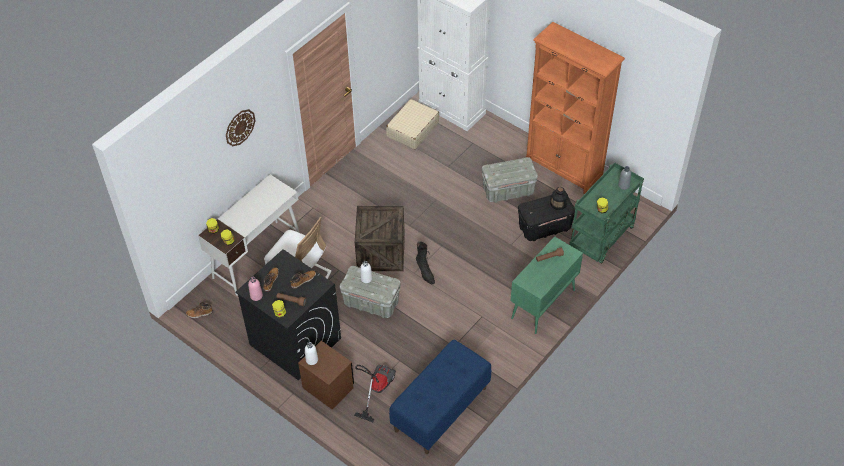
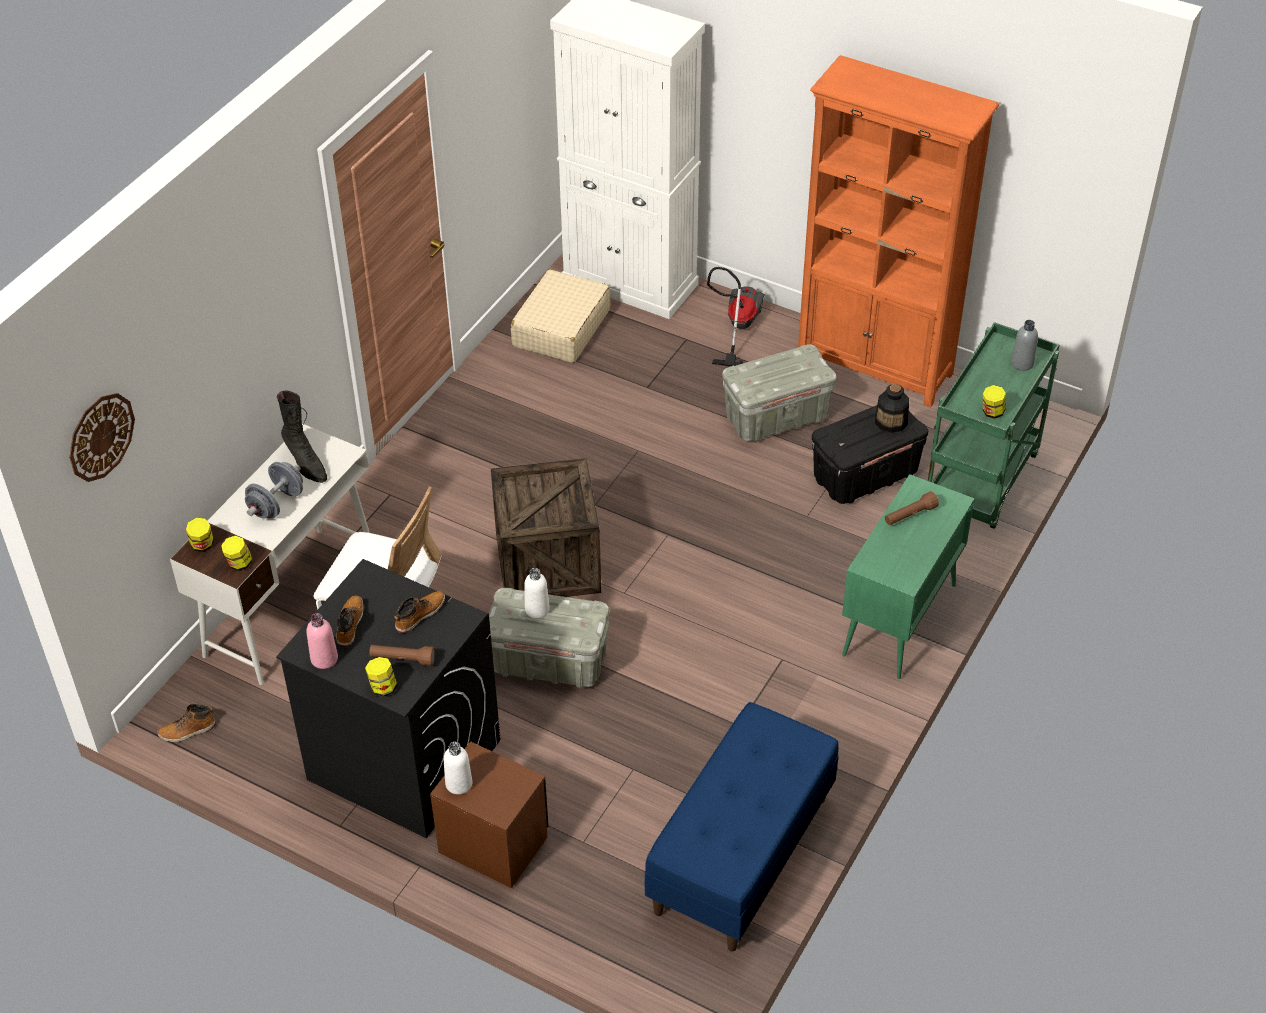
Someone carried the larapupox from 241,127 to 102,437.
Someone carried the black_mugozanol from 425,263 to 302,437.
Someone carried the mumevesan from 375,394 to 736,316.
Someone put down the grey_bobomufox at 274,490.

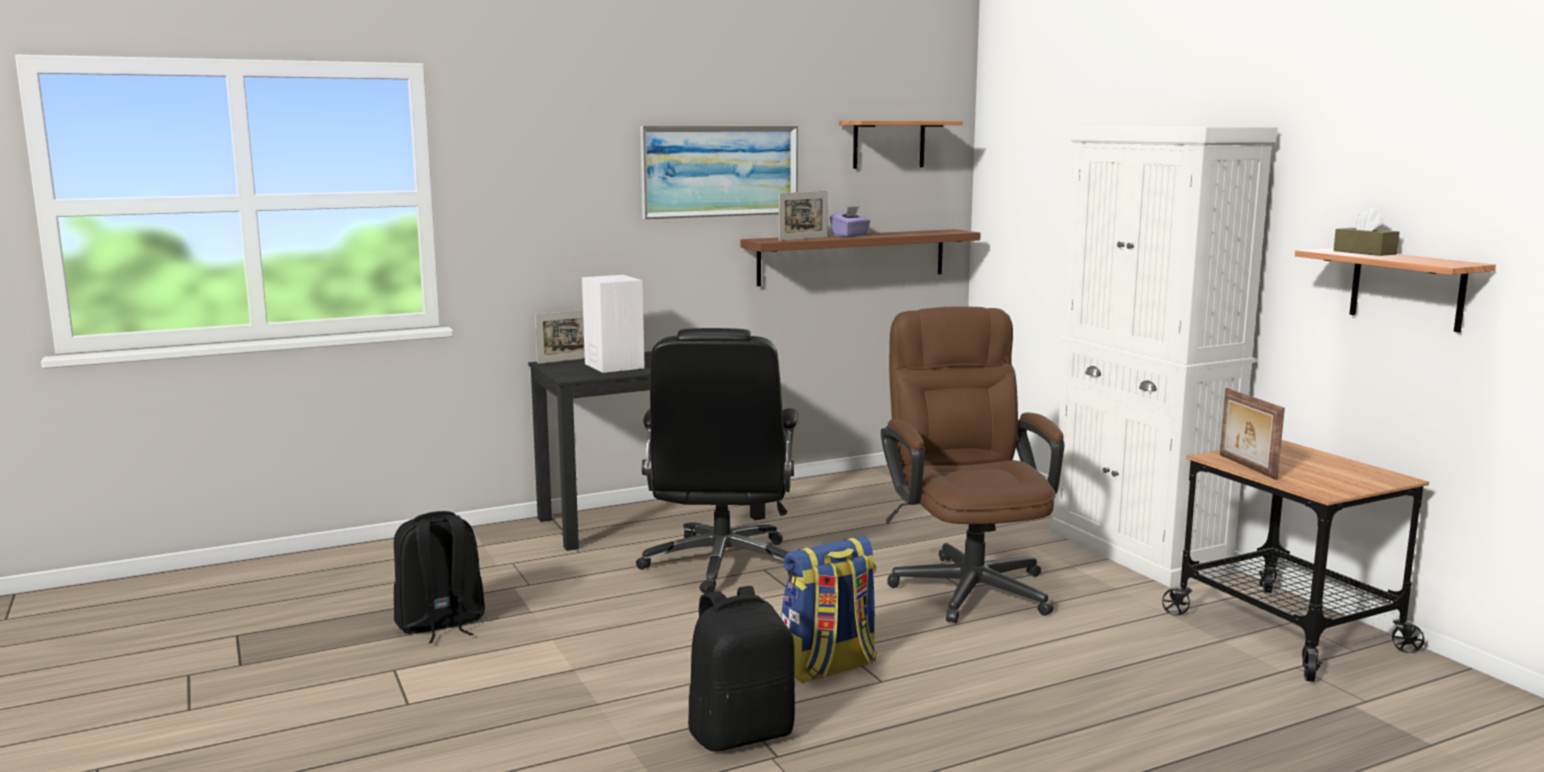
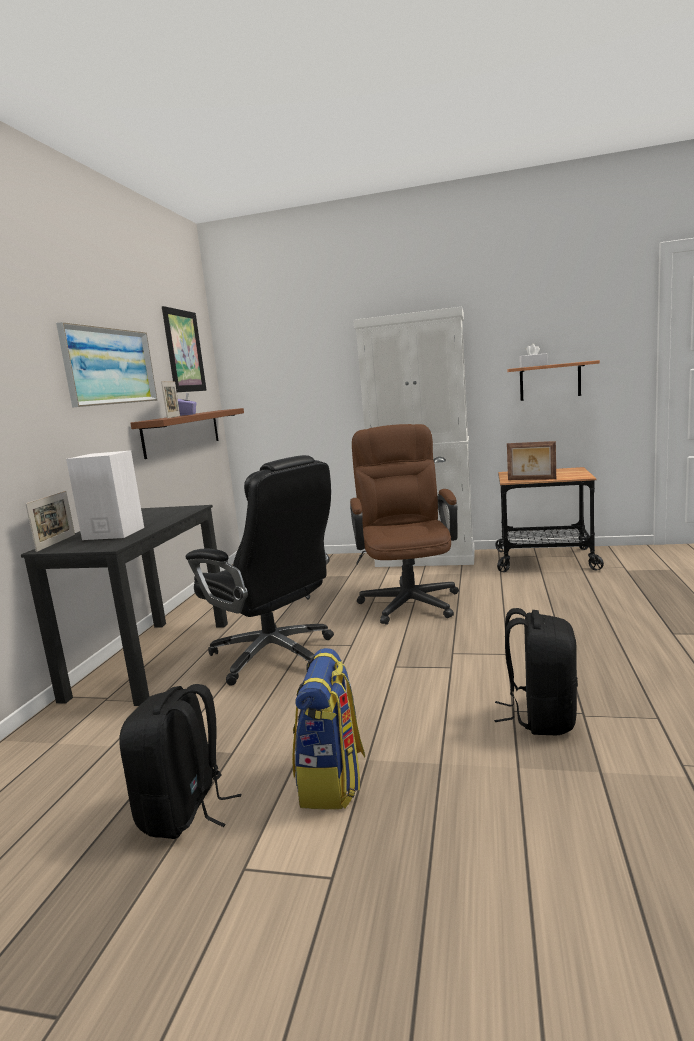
Someone swapped the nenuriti at 901,145 for the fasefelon at 184,349.
Someone repainted the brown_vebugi at 1366,232, which became the white_vebugi at 534,356.
Someone rotated the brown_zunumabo at 972,464 by 60 degrees clockwise.
Someone carried the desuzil from 828,609 to 328,728.

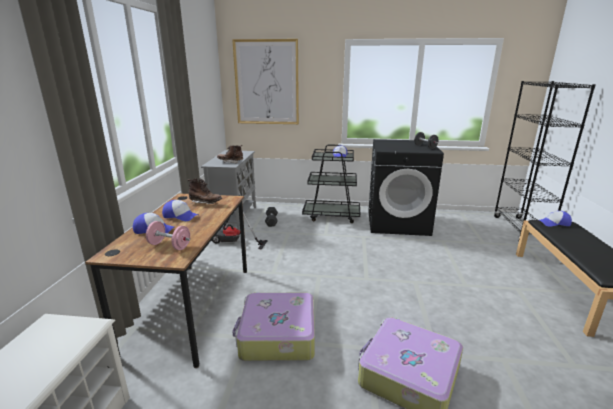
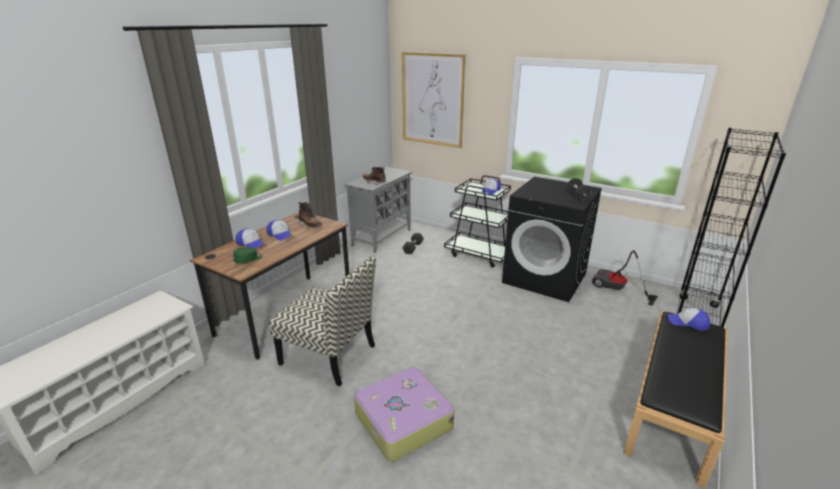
Someone carried the mumevesan from 239,231 to 625,278.
Someone swapped the pink_bobomufox at 168,235 for the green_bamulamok at 247,255.
Someone swapped the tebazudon at 273,327 for the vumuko at 322,321.

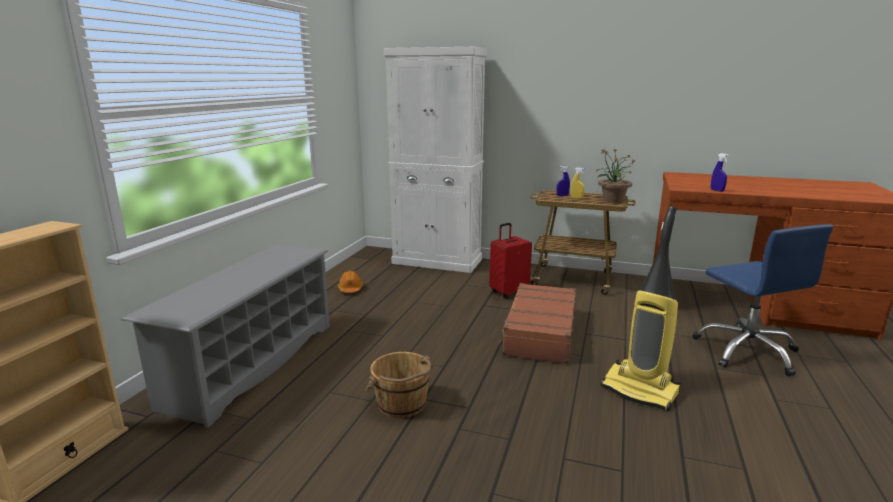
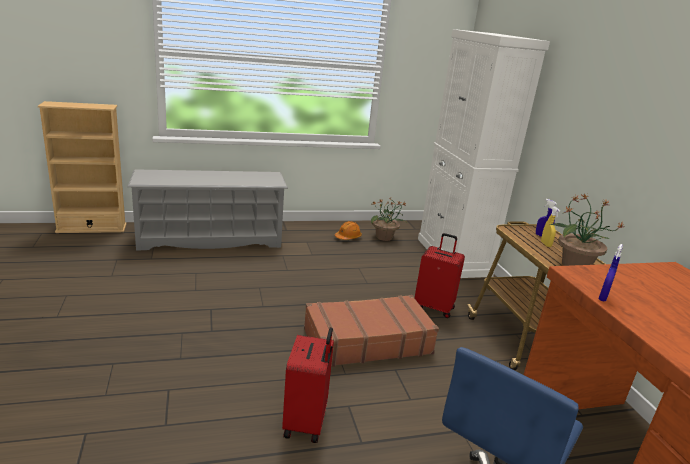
Someone swapped the mumevesan at 641,308 for the red_tebazudon at 308,385.
Someone took away the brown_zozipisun at 399,385.
Someone put down the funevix at 389,219.

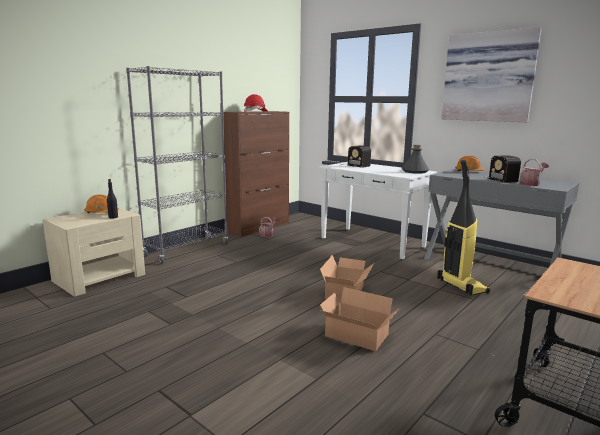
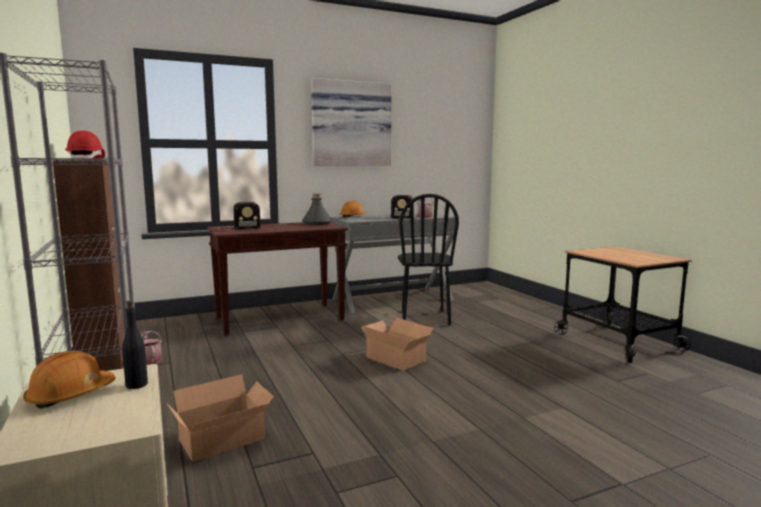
Someone swapped the mumevesan at 463,228 for the black_vumuko at 428,260.
Someone repainted the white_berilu at 378,211, which became the brown_berilu at 277,279.
Someone carried the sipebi from 359,319 to 220,418.

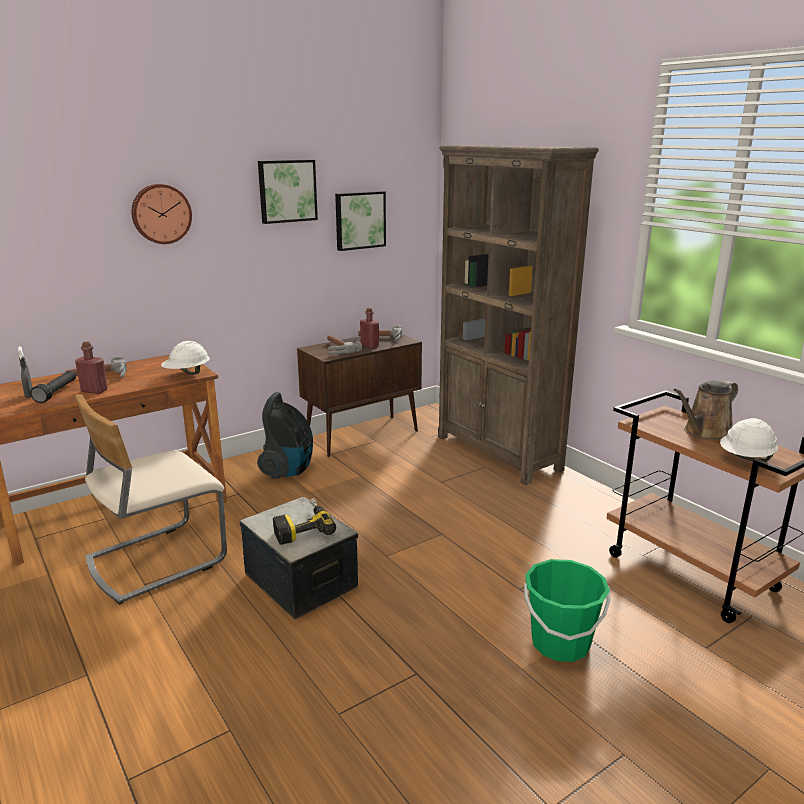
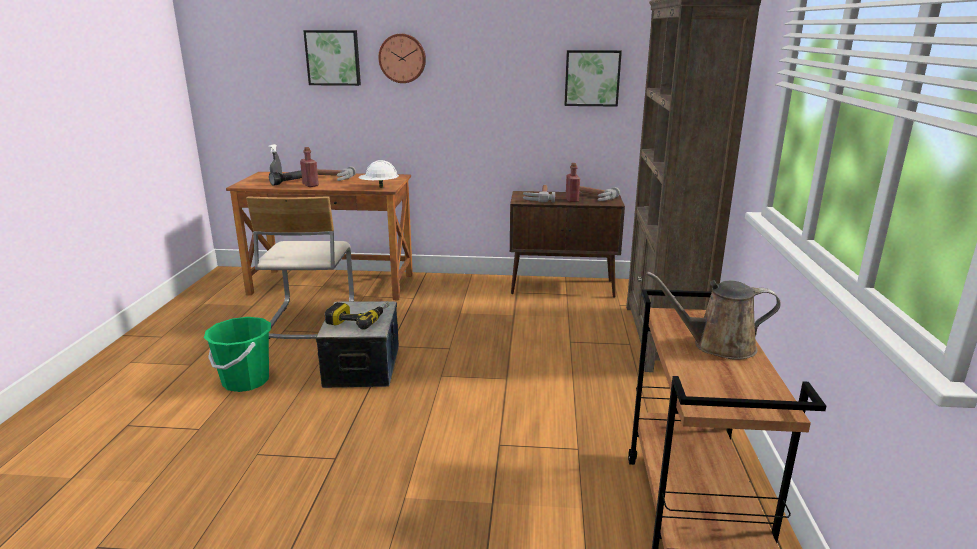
Someone carried the fasefelon from 288,192 to 332,58.
Someone took away the mumevesan at 285,435.
Someone rotated the beige_vumuko at 151,499 by 90 degrees counterclockwise.
Someone took away the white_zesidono at 749,440.
Someone carried the green_zozipisun from 567,610 to 237,354.

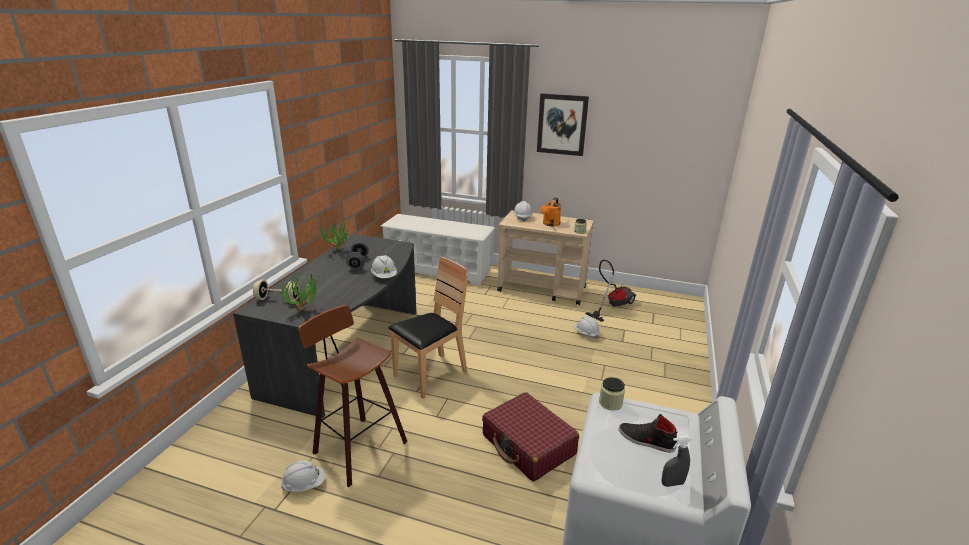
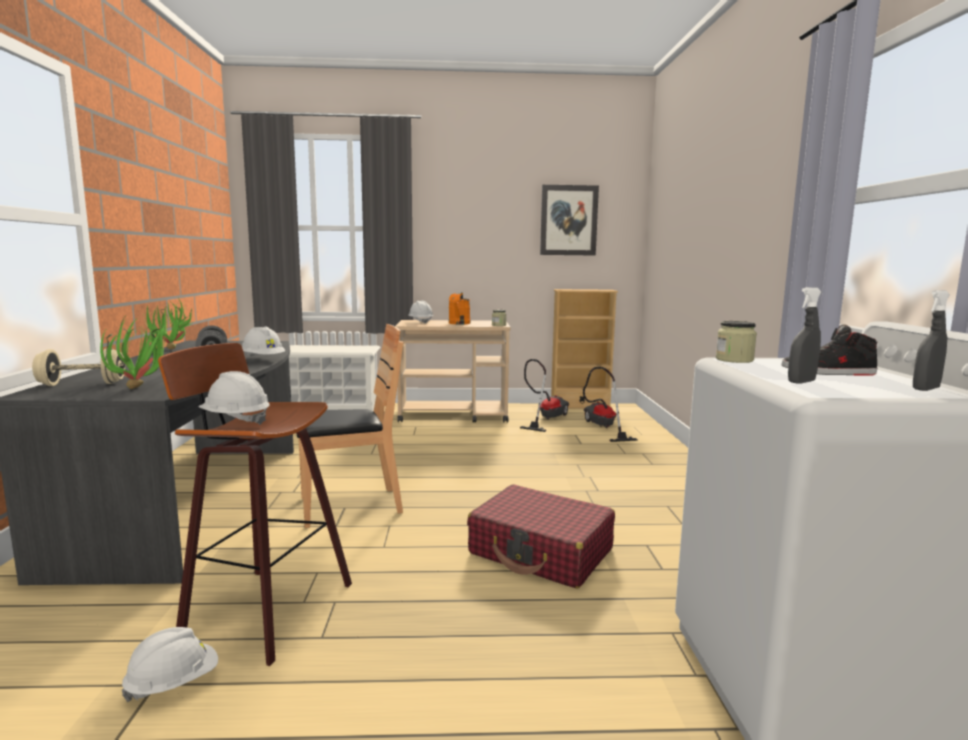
Someone carried the fasefelon from 563,124 to 569,220.
Someone rotated the brown_vumuko at 428,328 by 45 degrees clockwise.
Someone carried the white_zesidono from 586,327 to 234,398.
Someone put down the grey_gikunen at 804,335.
Someone put down the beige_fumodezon at 584,349.
Someone put down the mumevesan at 610,404.

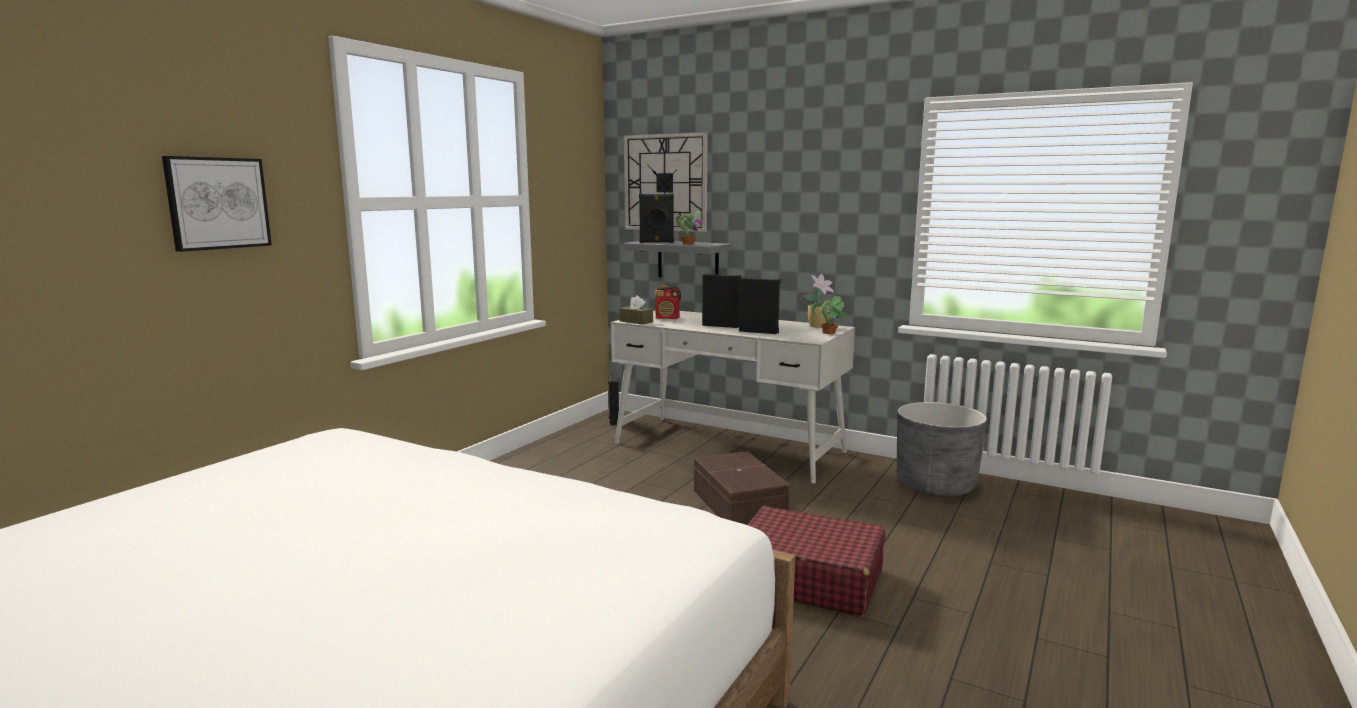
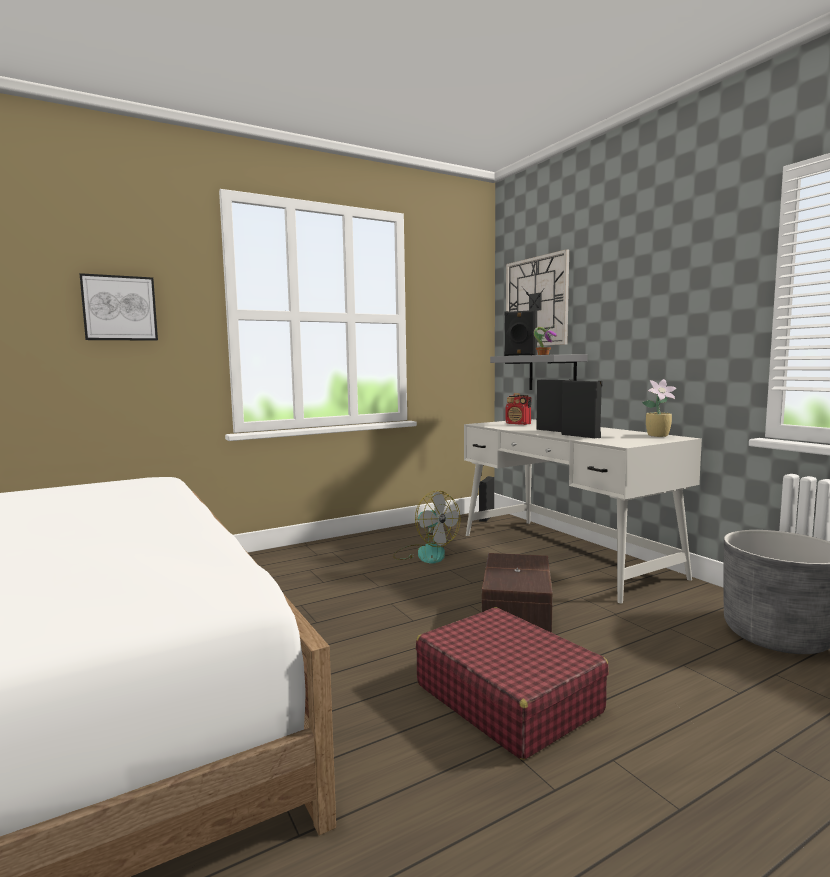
Someone took away the brown_vebugi at 636,309.
Someone took away the funevix at 829,315.
Someone put down the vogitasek at 426,526.

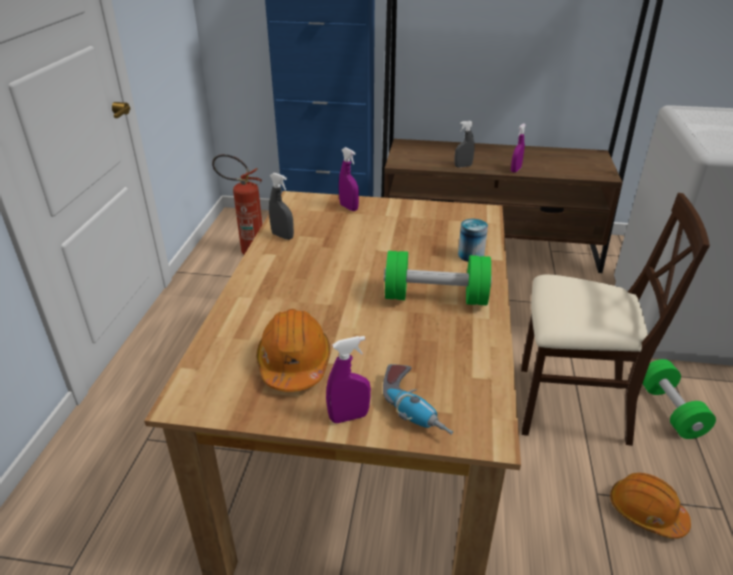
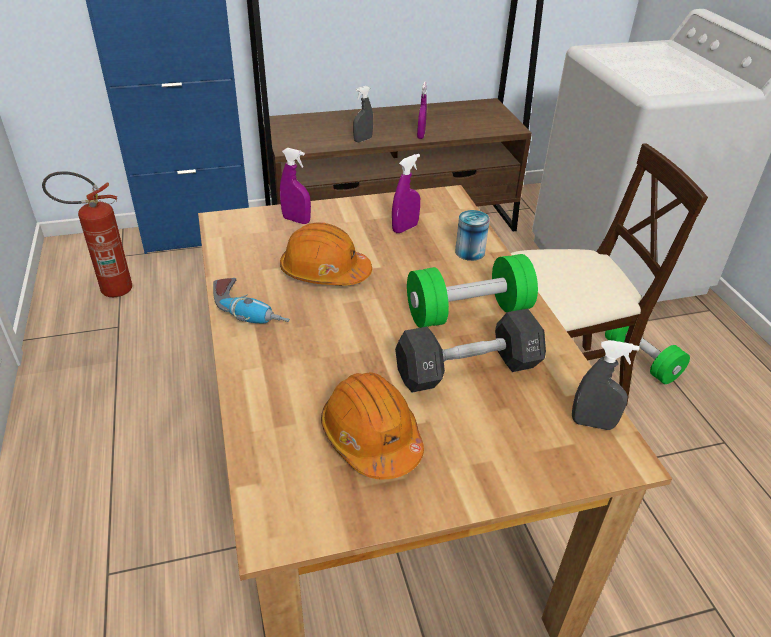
Someone carried the grey_gikunen from 281,206 to 605,385.
Someone carried the purple_gikunen from 348,379 to 406,193.
Someone carried the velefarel from 418,399 to 251,300.
Someone carried the orange_zesidono from 650,506 to 326,254.
Someone put down the black_bobomufox at 470,351.

